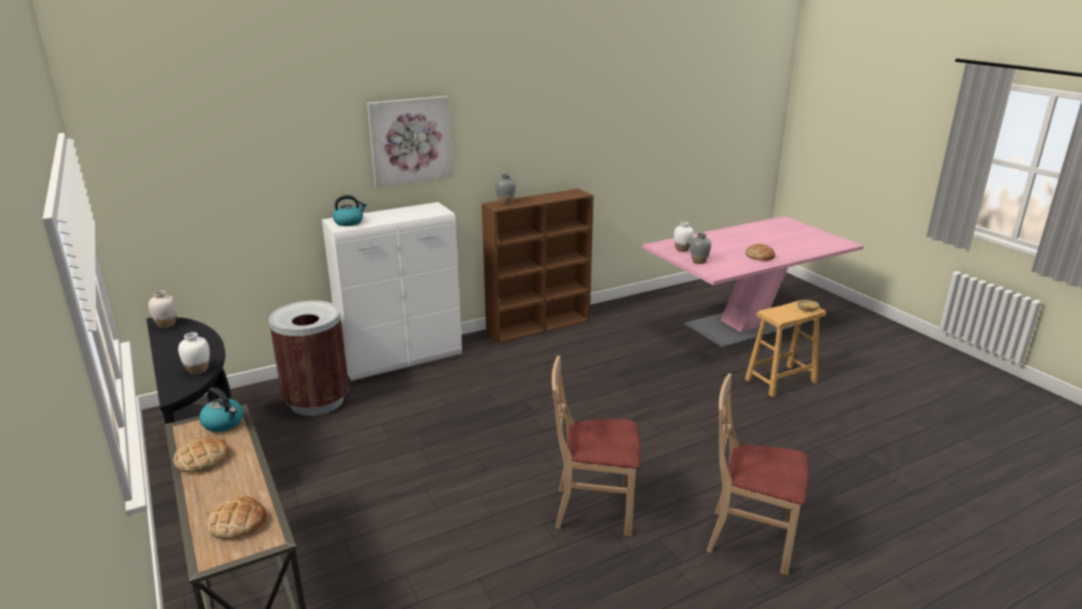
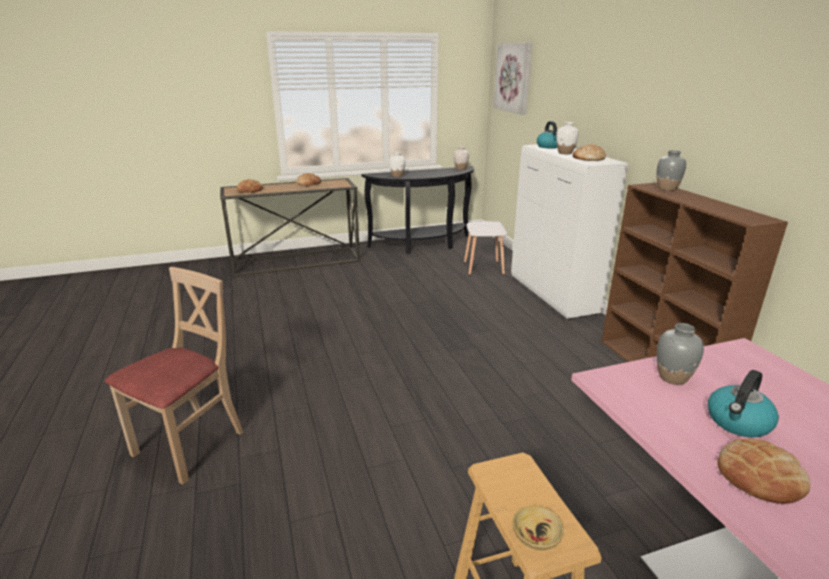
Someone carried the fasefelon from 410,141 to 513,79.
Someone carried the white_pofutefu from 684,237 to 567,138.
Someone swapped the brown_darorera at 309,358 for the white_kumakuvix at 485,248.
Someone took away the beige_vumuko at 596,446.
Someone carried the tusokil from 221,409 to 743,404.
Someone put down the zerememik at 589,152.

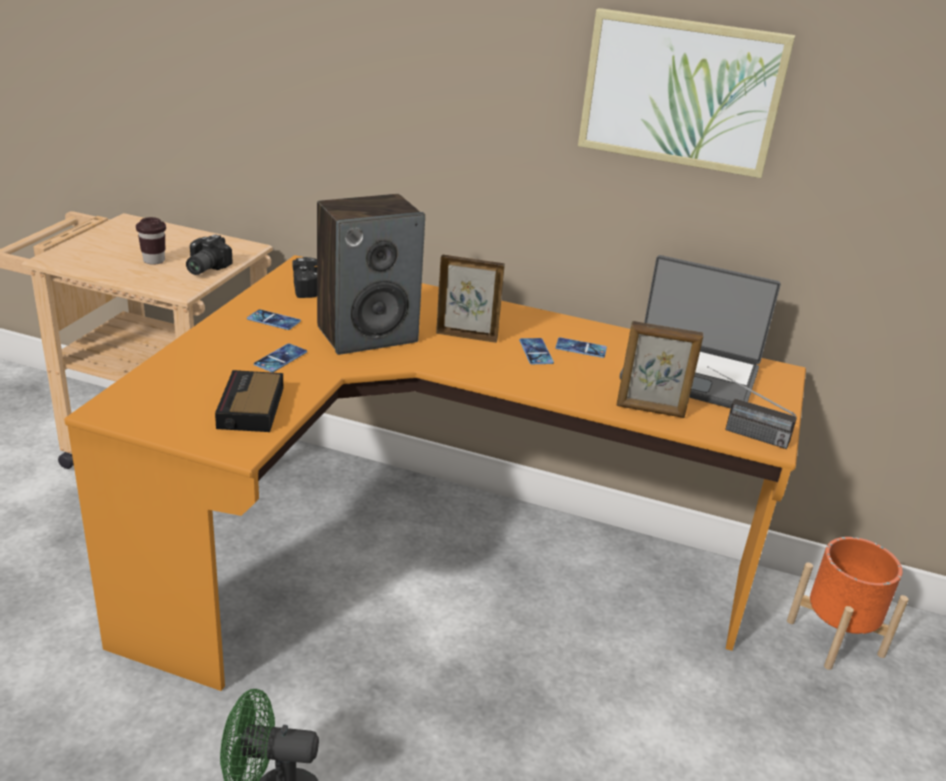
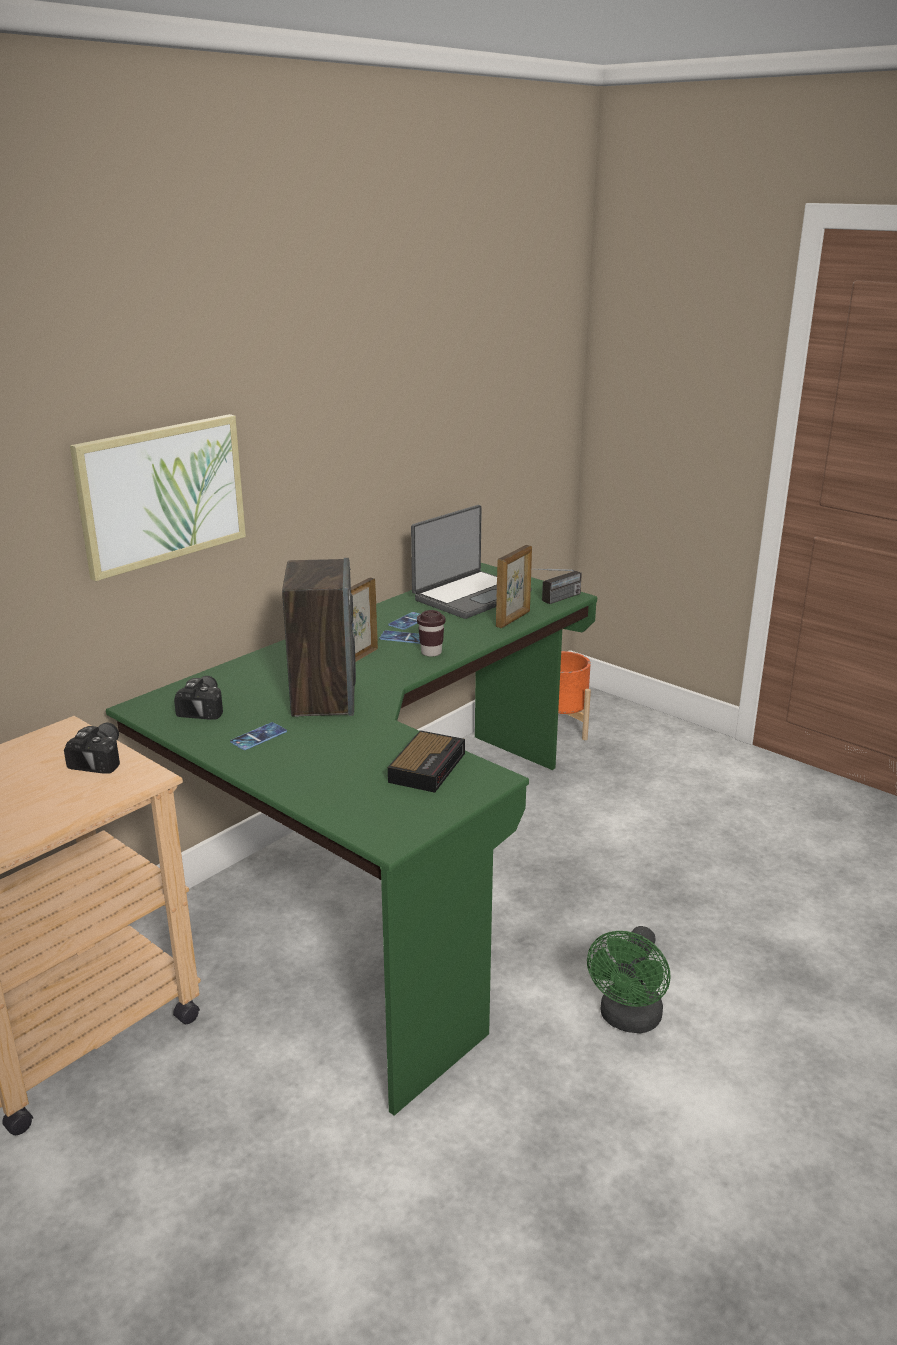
Someone carried the fasefelon from 686,93 to 158,497.
Someone carried the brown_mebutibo from 151,241 to 431,633.
Someone rotated the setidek at 209,254 by 120 degrees counterclockwise.
Someone repainted the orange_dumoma at 435,473, which became the green_dumoma at 351,839.
Someone took away the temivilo at 280,358.
Someone rotated the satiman at 249,401 by 90 degrees counterclockwise.

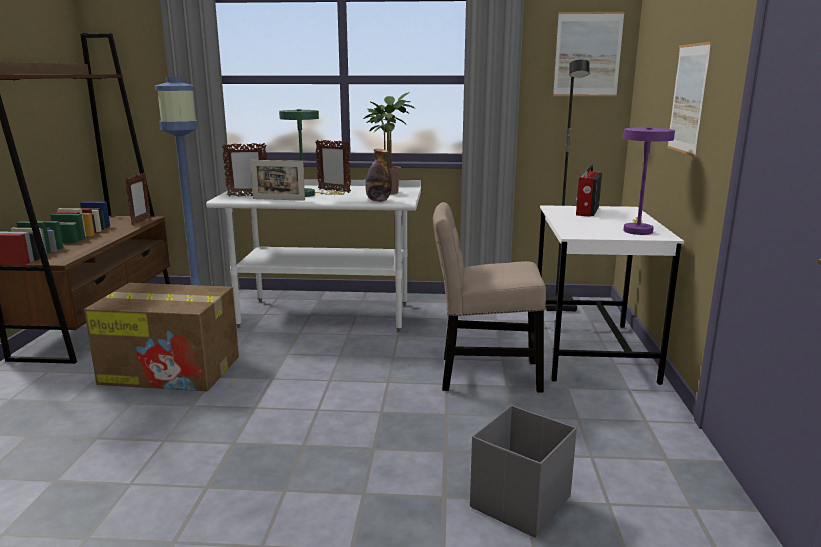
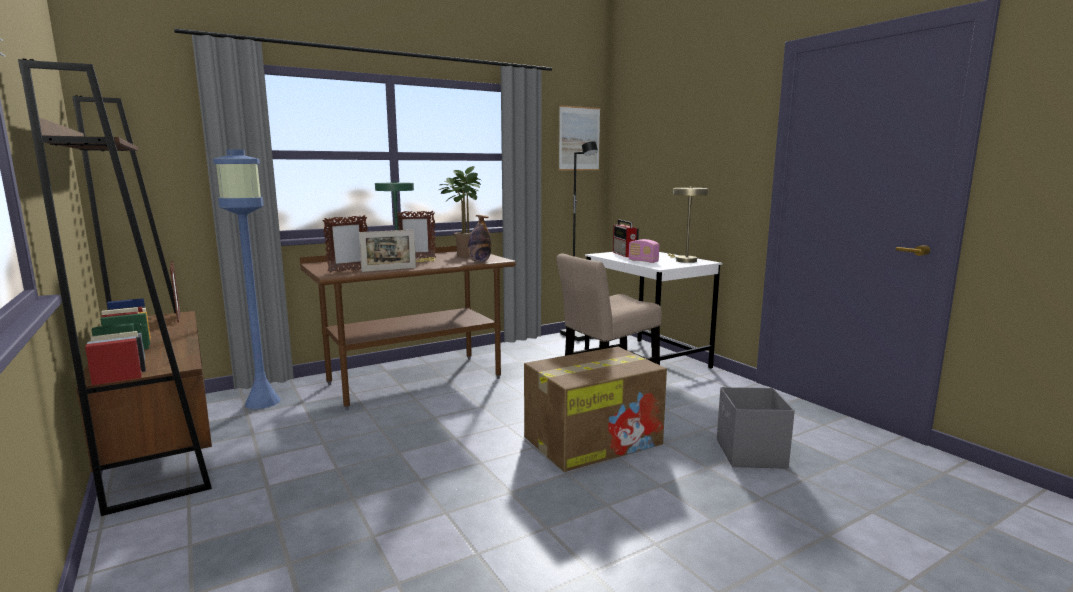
Someone took away the fasefelon at 689,99.
Someone repainted the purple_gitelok at 649,181, which became the beige_gitelok at 688,225.
Someone repainted the white_dumoma at 313,255, which became the brown_dumoma at 408,328.
Someone carried the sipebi from 161,337 to 595,409.
Someone put down the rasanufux at 643,251.

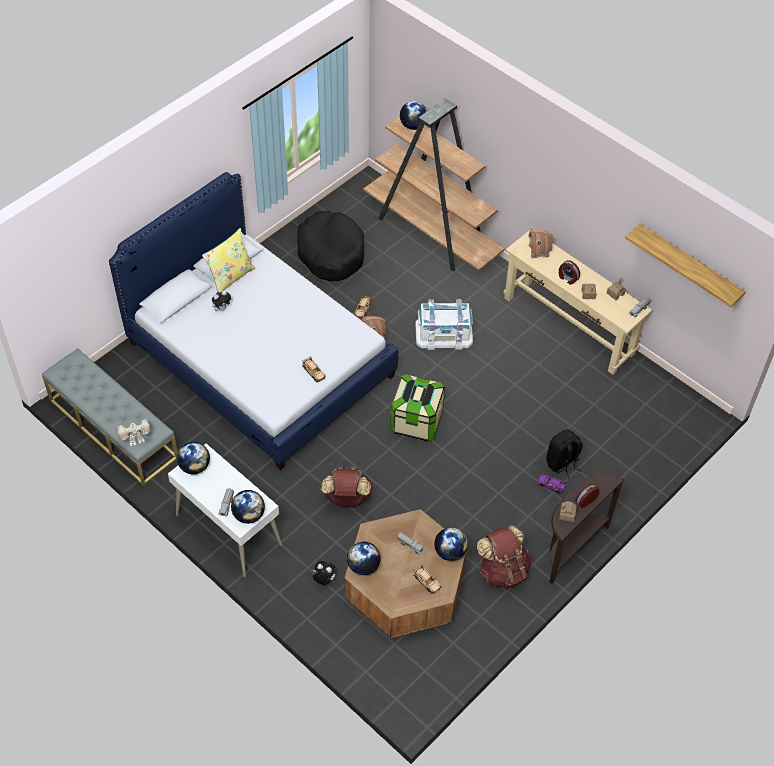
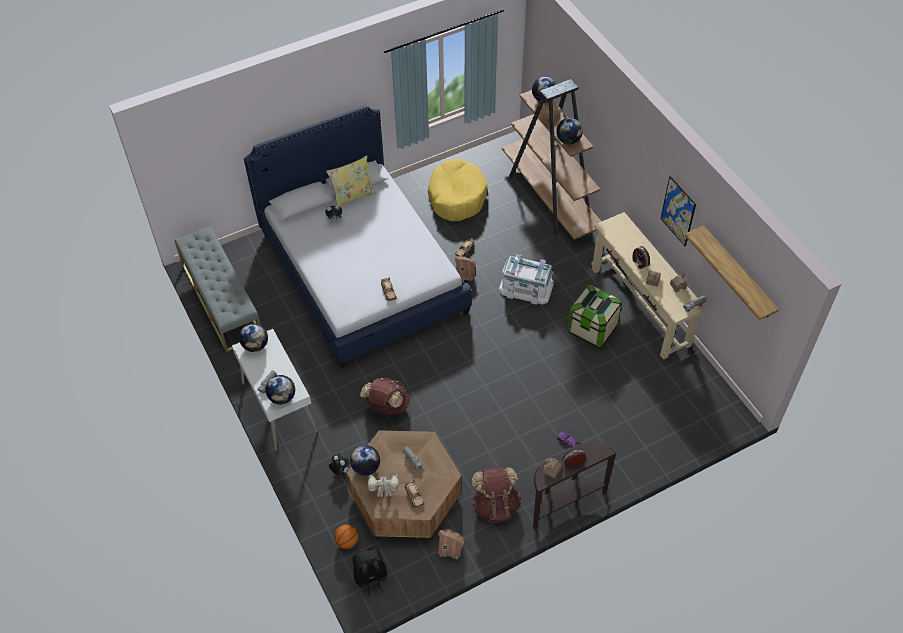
Someone repainted the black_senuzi at 330,246, which became the yellow_senuzi at 457,189.
Someone carried the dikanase from 541,243 to 451,544.
Someone carried the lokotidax from 417,408 to 595,316.
Someone carried the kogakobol from 133,432 to 383,486.
Someone carried the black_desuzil from 564,453 to 370,572.
Someone carried the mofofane from 451,544 to 569,131.
Someone put up the fasefelon at 678,211.
Someone put down the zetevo at 346,536.

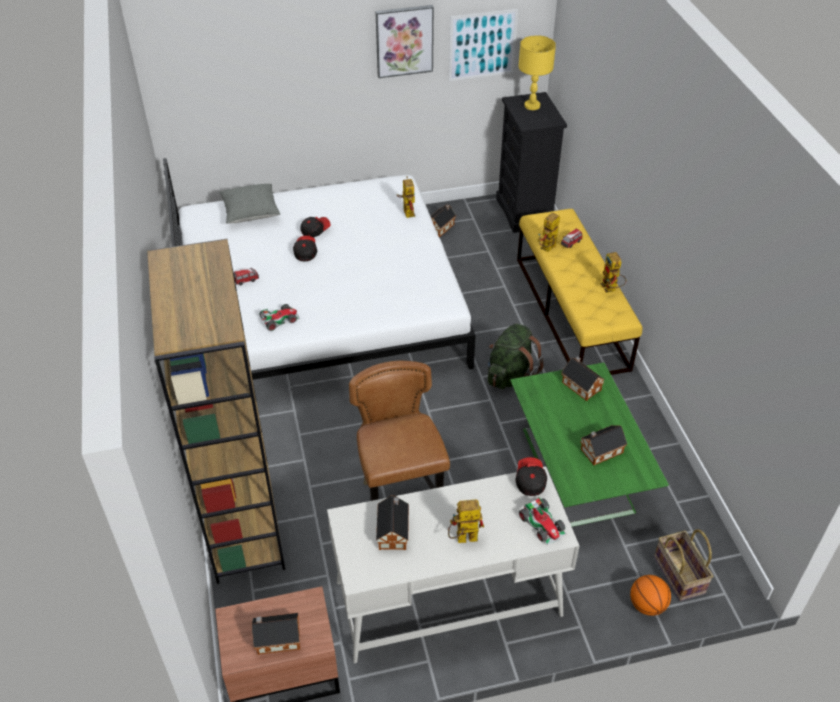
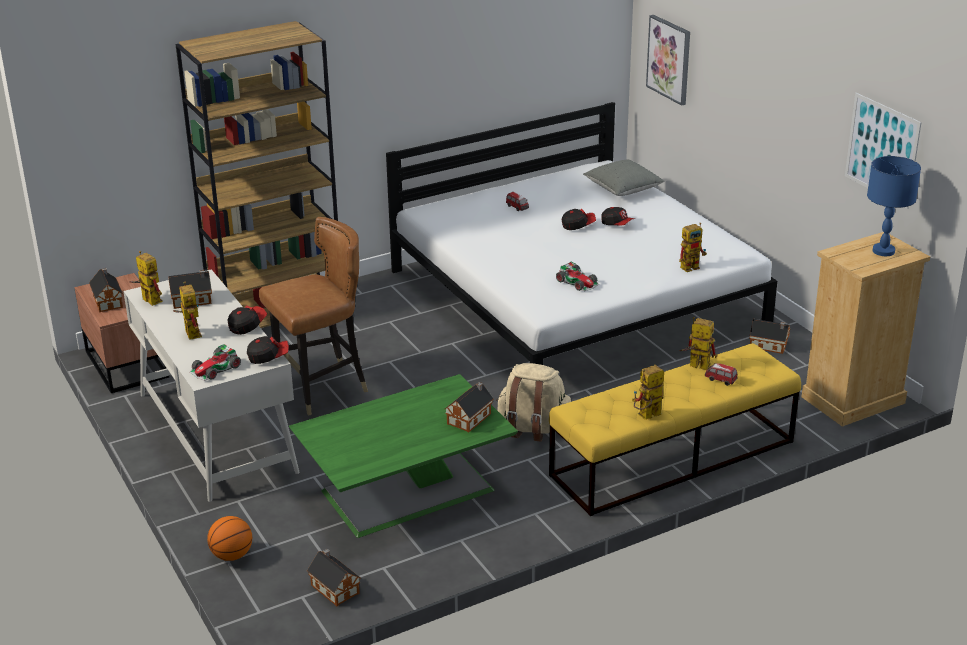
Someone carried the fasefelon from 404,41 to 668,60.
Someone repainted the yellow_gitelok at 537,72, which became the blue_gitelok at 894,206.
Someone repainted the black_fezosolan at 531,162, which became the beige_fezosolan at 866,329.
Someone carried the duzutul from 279,317 to 577,276.
Someone repainted the green_desuzil at 516,356, which became the beige_desuzil at 533,402.
Someone carried the dikanase from 603,445 to 334,577.
Someone took away the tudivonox at 684,565.
Someone put down the kogakobol at 146,278.
Someone put down the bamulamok at 247,320.

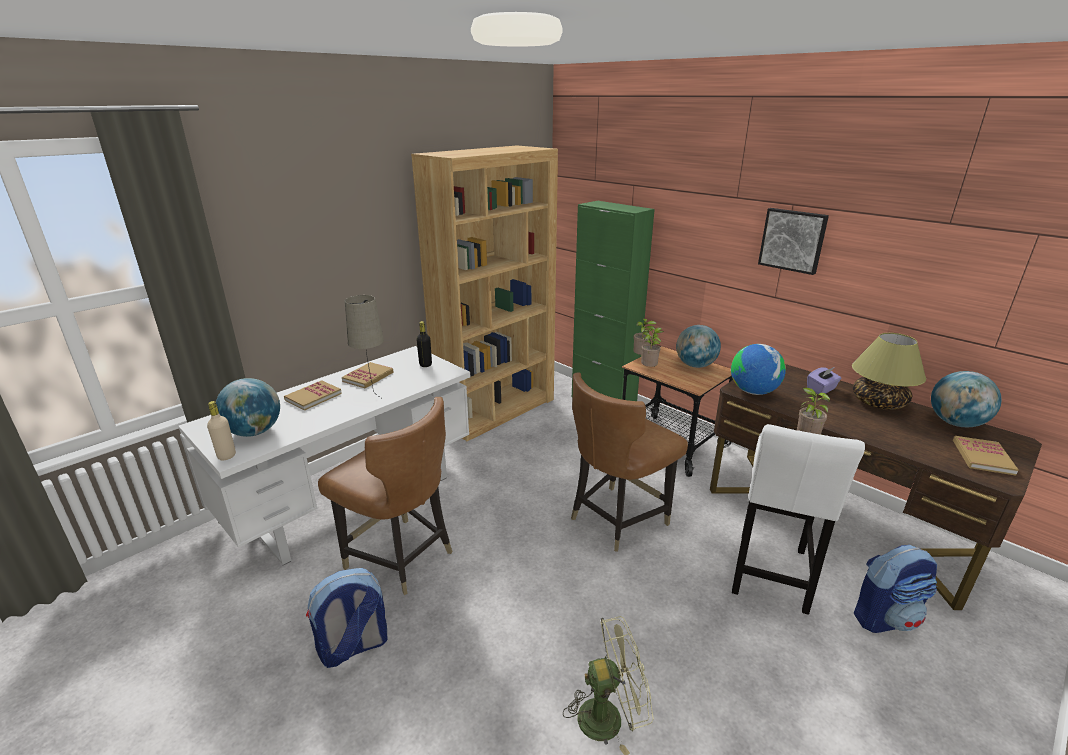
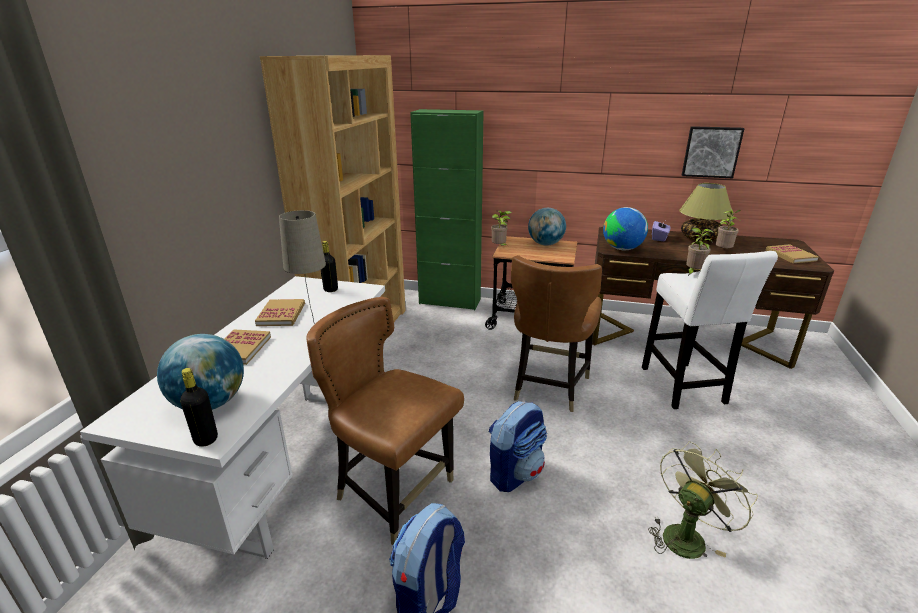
Someone carried the fasefelon from 793,241 to 713,152.
Someone carried the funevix from 652,347 to 728,228.
Someone took away the mofofane at 966,399.
Someone rotated the brown_vumuko at 385,496 by 150 degrees counterclockwise.
Someone repainted the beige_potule at 221,430, which became the black_potule at 199,407.
Someone carried the desuzil from 895,589 to 518,446.

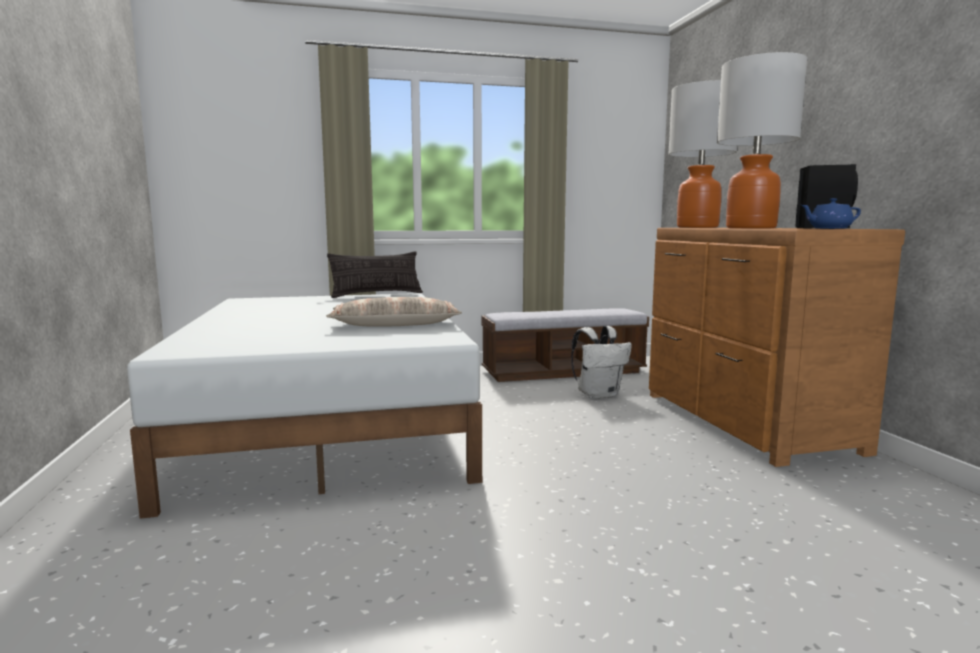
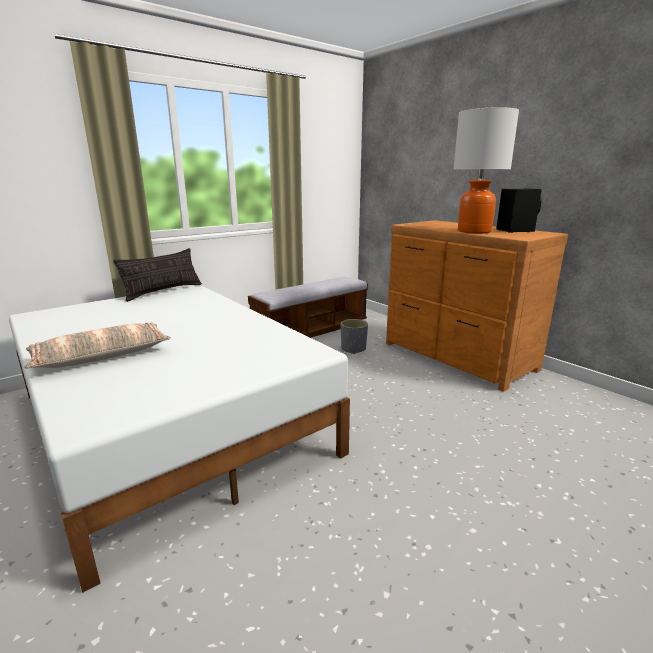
Someone took away the gitelok at 702,154.
Someone took away the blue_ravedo at 831,213.
Someone carried the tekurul from 394,311 to 97,345.
Someone swapped the white_desuzil at 601,362 for the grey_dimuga at 354,336.

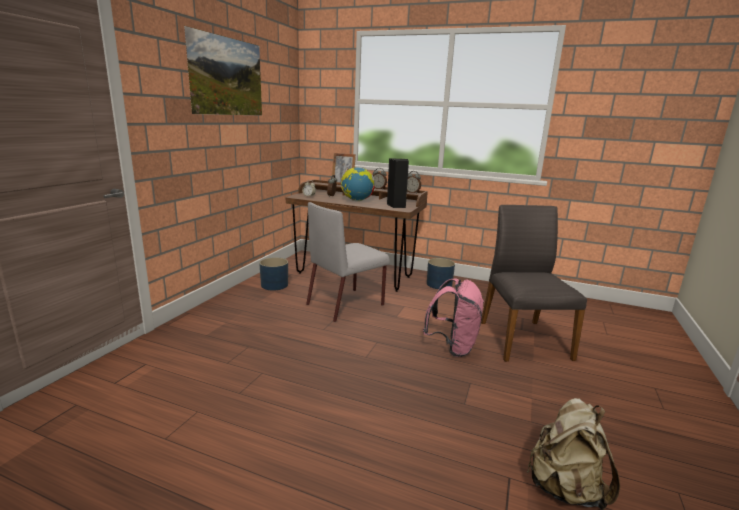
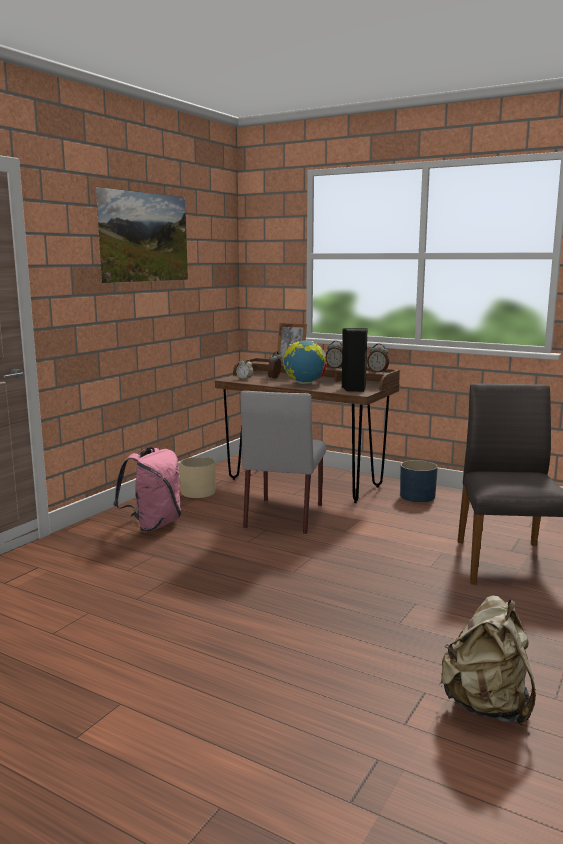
Someone rotated the grey_vumuko at 348,262 by 45 degrees counterclockwise.
Someone repainted the blue_dimuga at 273,274, which became the beige_dimuga at 197,477.
Someone carried the pink_desuzil from 453,317 to 147,489.

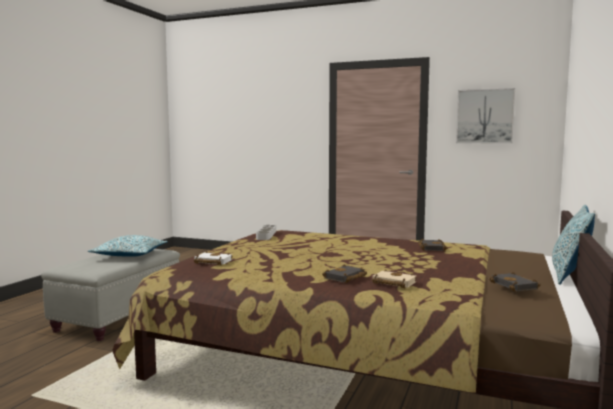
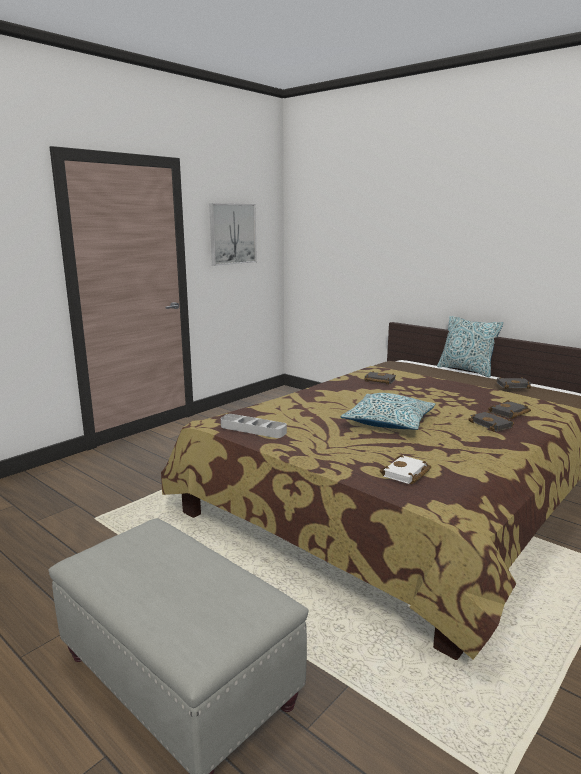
Someone carried the tekurul from 127,246 to 387,411.
Someone repainted the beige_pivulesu at 394,278, which became the black_pivulesu at 509,409.

